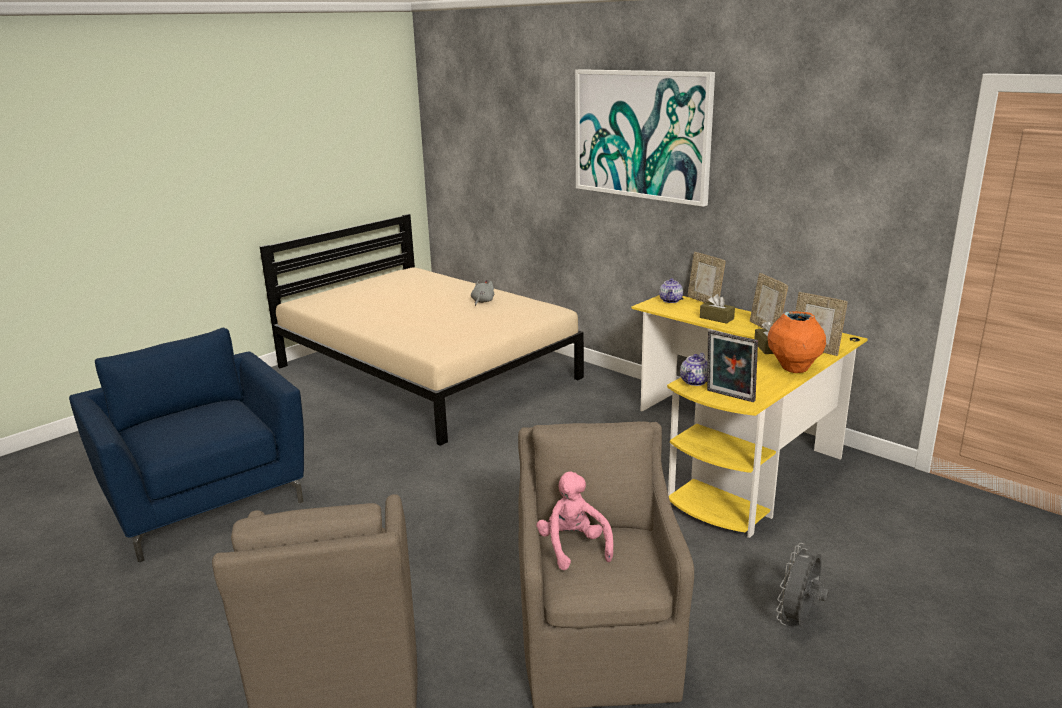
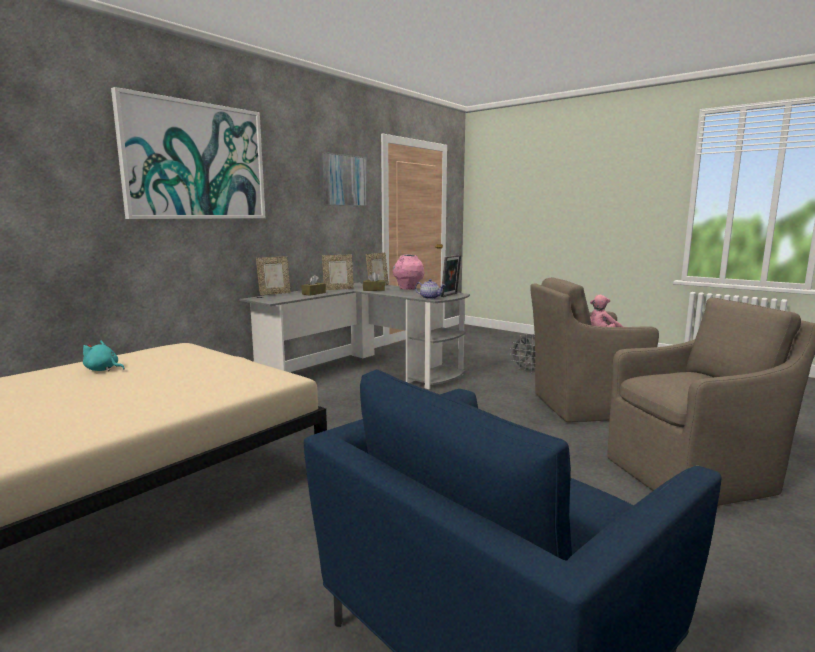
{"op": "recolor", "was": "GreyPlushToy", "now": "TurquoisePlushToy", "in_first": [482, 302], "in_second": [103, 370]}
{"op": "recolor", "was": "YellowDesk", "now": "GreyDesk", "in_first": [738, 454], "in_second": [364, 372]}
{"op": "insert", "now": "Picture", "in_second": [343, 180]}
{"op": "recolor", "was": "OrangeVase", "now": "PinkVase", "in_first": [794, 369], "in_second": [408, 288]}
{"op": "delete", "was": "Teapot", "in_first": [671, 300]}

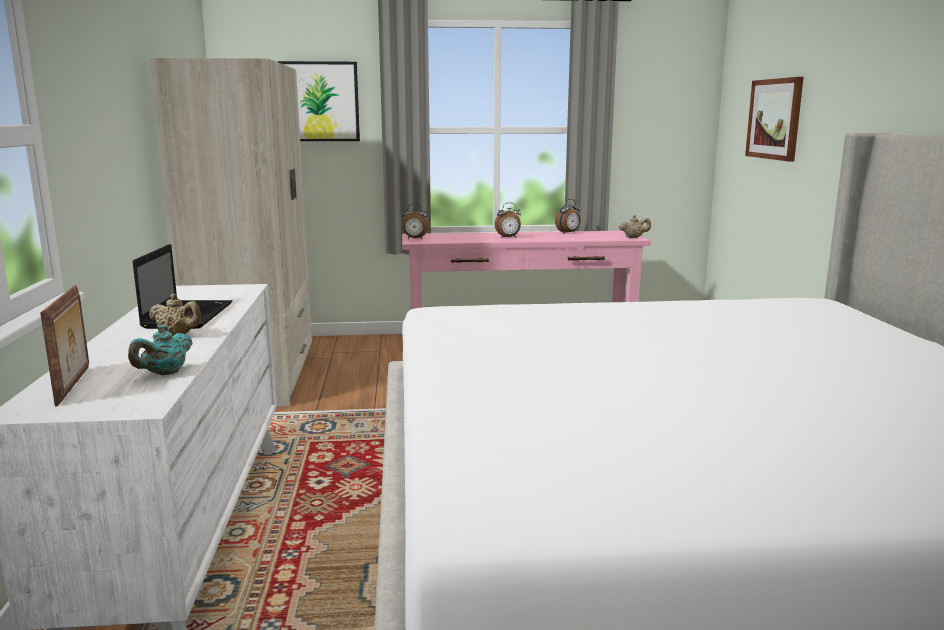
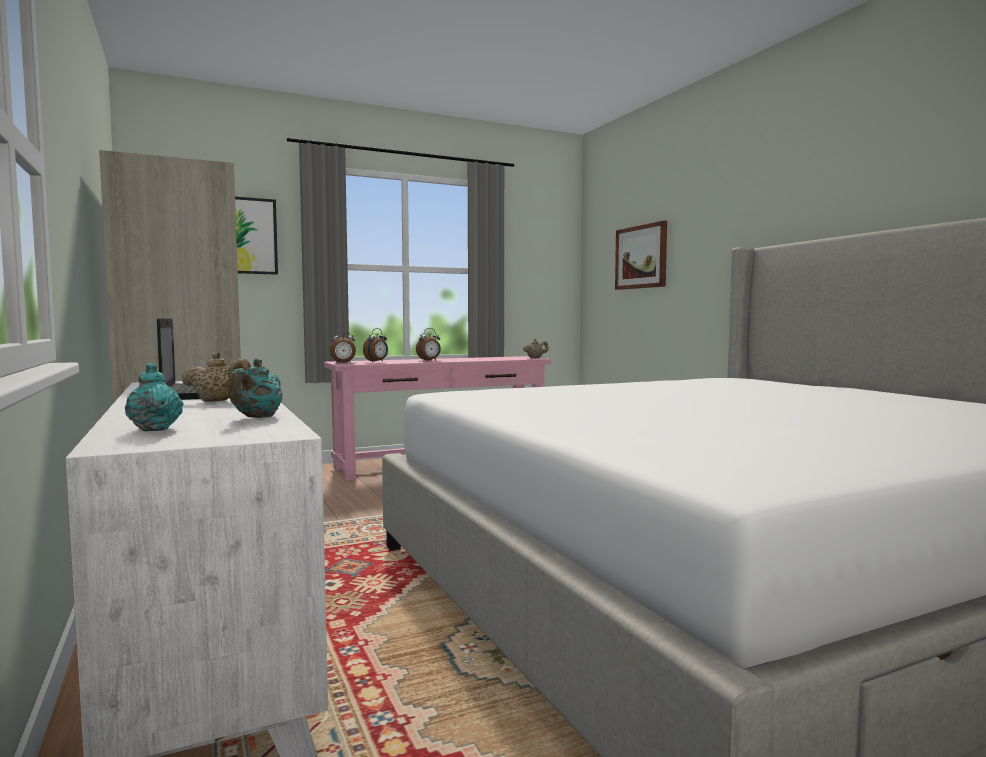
{"op": "replace", "was": "PictureFrame", "now": "TurquoiseTeapot", "in_first": [75, 385], "in_second": [155, 429]}
{"op": "move", "was": "AlarmClock", "in_first": [568, 233], "in_second": [376, 361]}

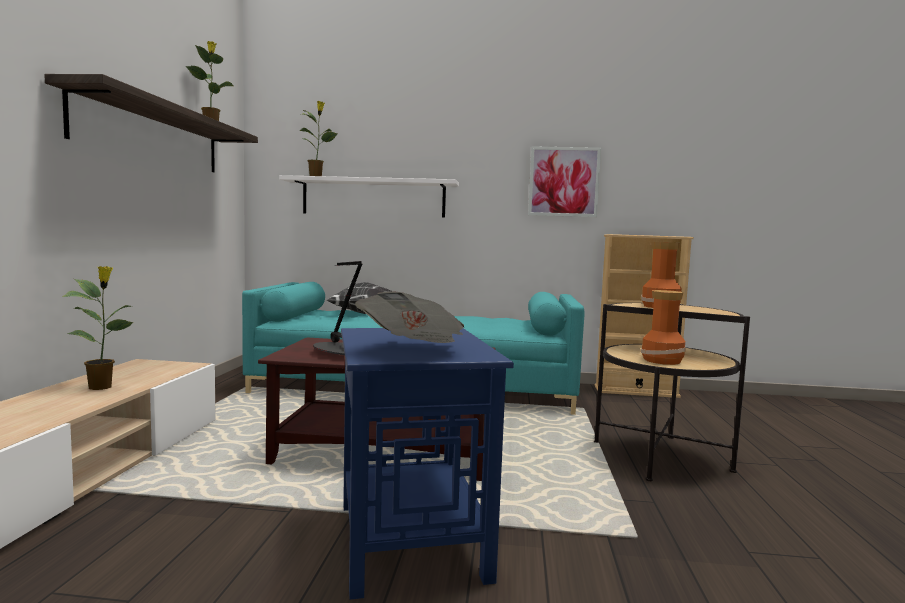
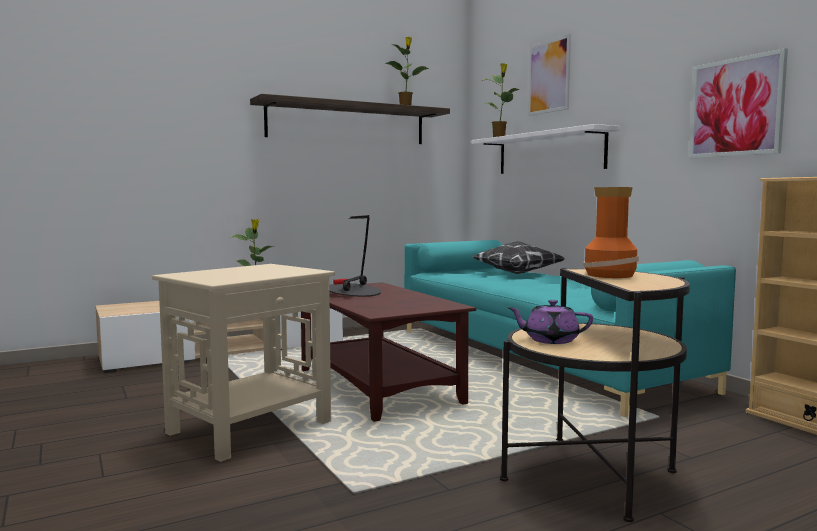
{"op": "recolor", "was": "BlueSideTable", "now": "BeigeSideTable", "in_first": [410, 539], "in_second": [251, 427]}
{"op": "replace", "was": "Vase", "now": "PurpleTeapot", "in_first": [663, 361], "in_second": [550, 340]}
{"op": "insert", "now": "Picture", "in_second": [549, 76]}
{"op": "delete", "was": "Newspaper", "in_first": [413, 350]}

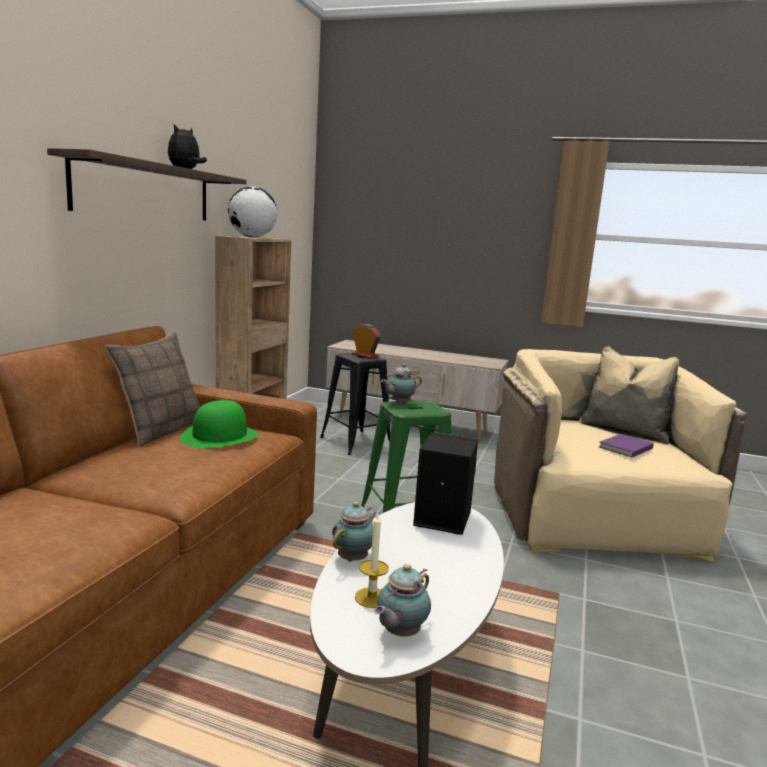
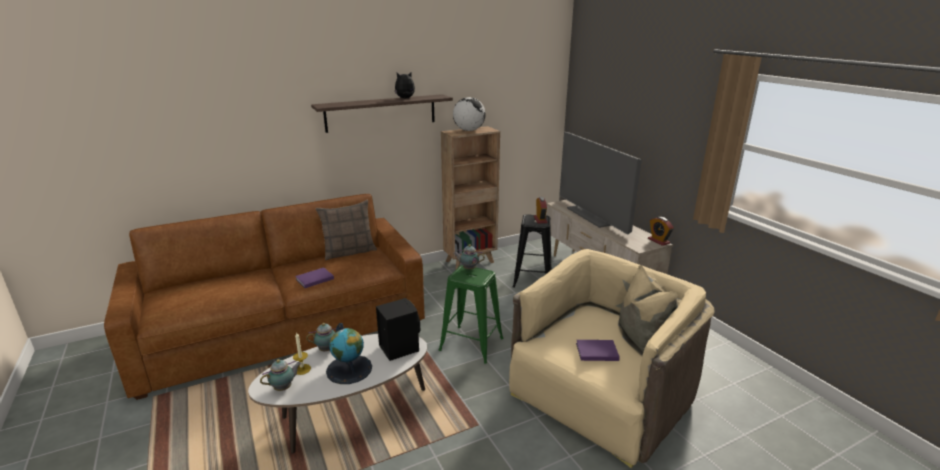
{"op": "rotate", "was": "Teapot", "in_first": [399, 633], "in_second": [284, 388], "clockwise": 150}
{"op": "insert", "now": "PurpleBook", "in_second": [313, 279]}
{"op": "insert", "now": "Globe", "in_second": [349, 369]}
{"op": "insert", "now": "Television", "in_second": [594, 215]}
{"op": "insert", "now": "AlarmClock", "in_second": [658, 241]}
{"op": "delete", "was": "GreenHat", "in_first": [219, 436]}

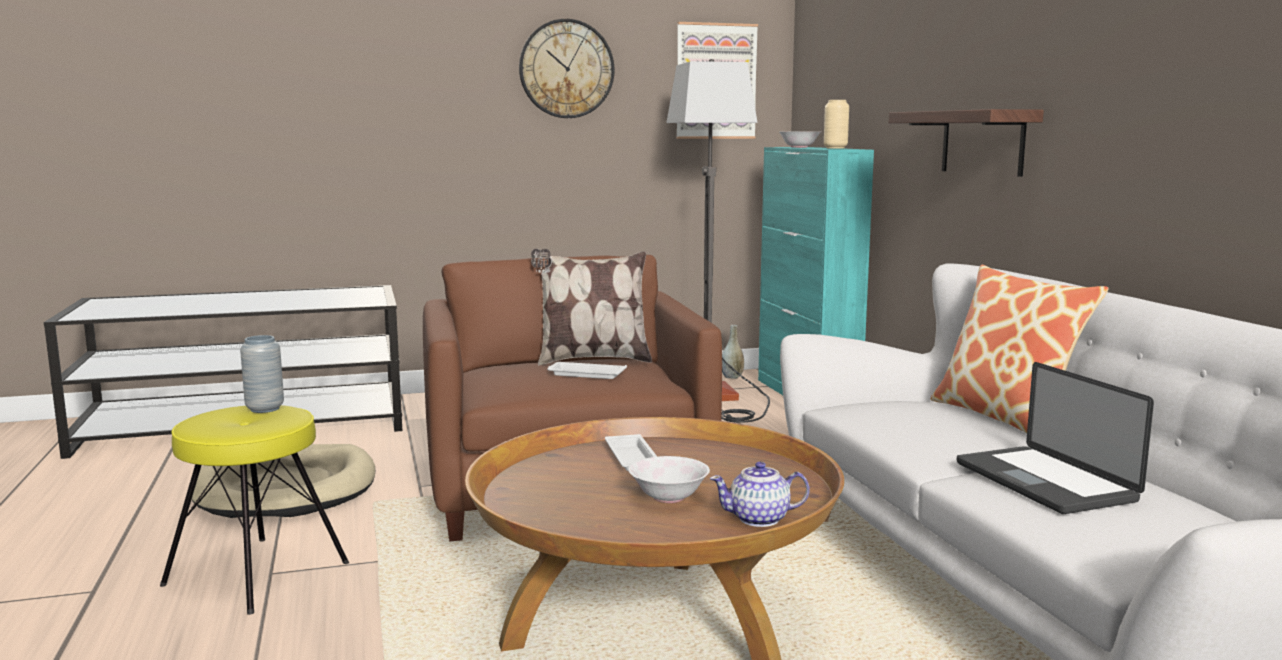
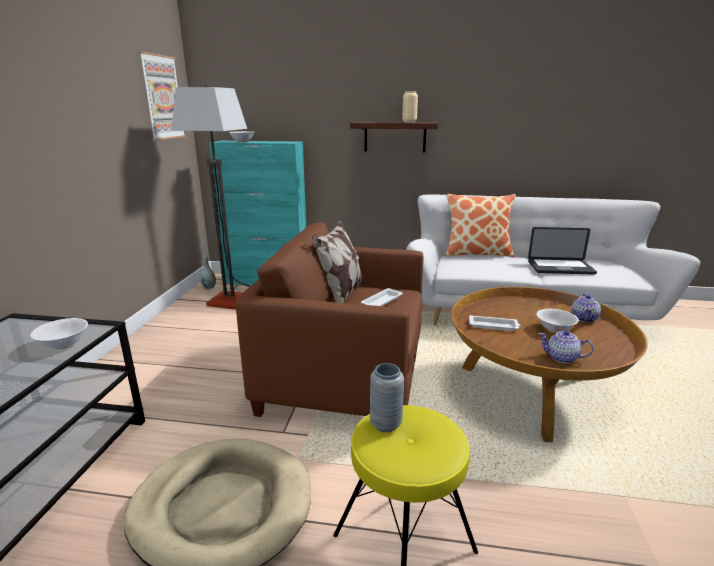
{"op": "insert", "now": "WhiteBowl", "in_second": [63, 344]}
{"op": "move", "was": "BeigeVase", "in_first": [835, 148], "in_second": [409, 122]}
{"op": "insert", "now": "Teapot", "in_second": [562, 358]}
{"op": "delete", "was": "WallClock", "in_first": [566, 69]}

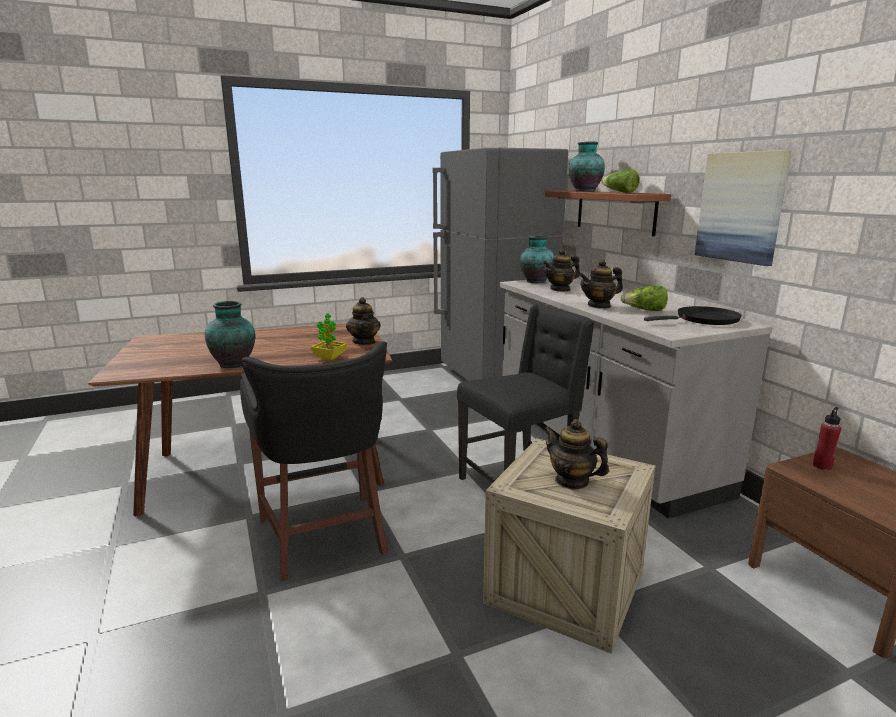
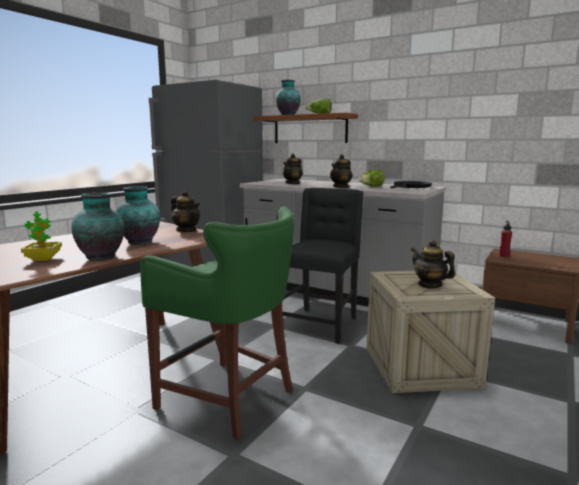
{"op": "move", "was": "PottedPlant", "in_first": [329, 357], "in_second": [43, 259]}
{"op": "move", "was": "Vase", "in_first": [535, 282], "in_second": [139, 242]}
{"op": "recolor", "was": "BlackStool", "now": "GreenStool", "in_first": [325, 537], "in_second": [230, 399]}
{"op": "rotate", "was": "Teapot", "in_first": [572, 481], "in_second": [430, 285], "clockwise": 45}
{"op": "delete", "was": "Picture", "in_first": [741, 207]}

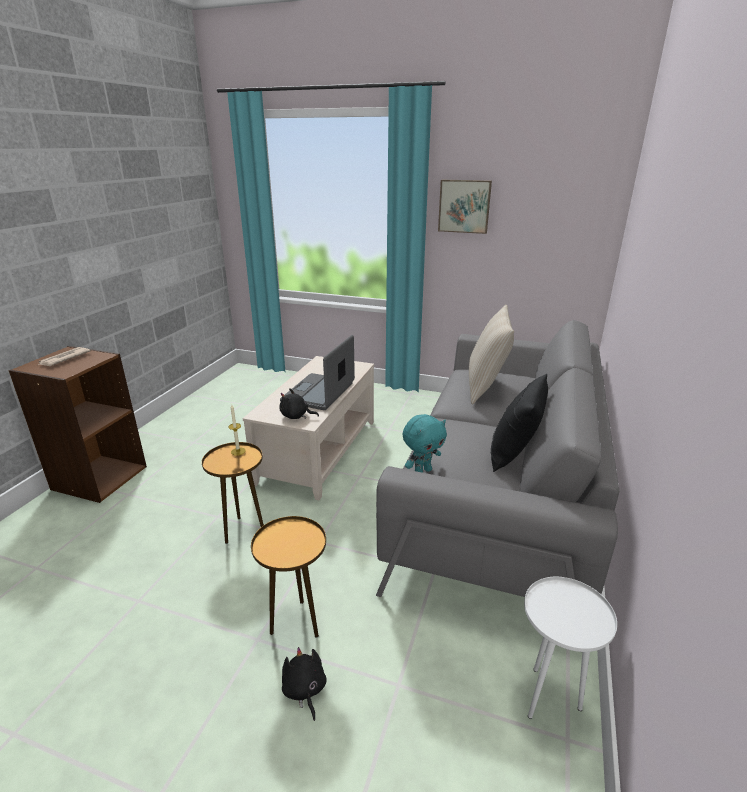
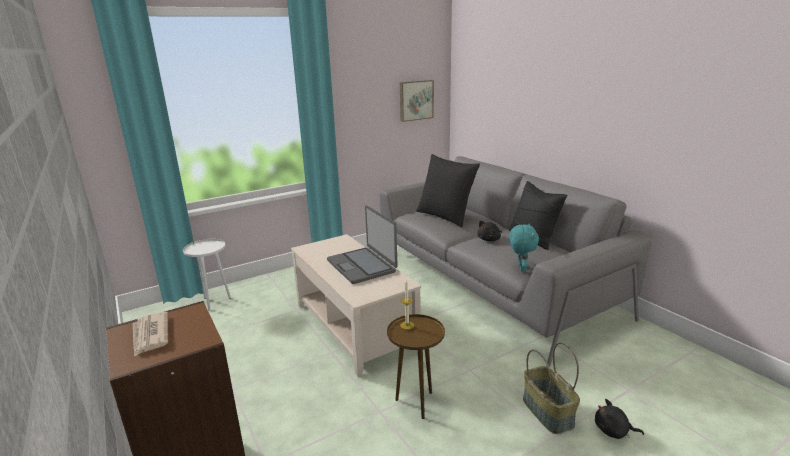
{"op": "move", "was": "WhiteSideTable", "in_first": [548, 697], "in_second": [214, 302]}
{"op": "move", "was": "Picture", "in_first": [464, 206], "in_second": [415, 100]}
{"op": "recolor", "was": "BeigePillow", "now": "BlackPillow", "in_first": [485, 387], "in_second": [445, 216]}
{"op": "move", "was": "BlackPlushToy", "in_first": [296, 416], "in_second": [490, 239]}
{"op": "replace", "was": "BrownSideTable", "now": "Basket", "in_first": [296, 623], "in_second": [548, 412]}

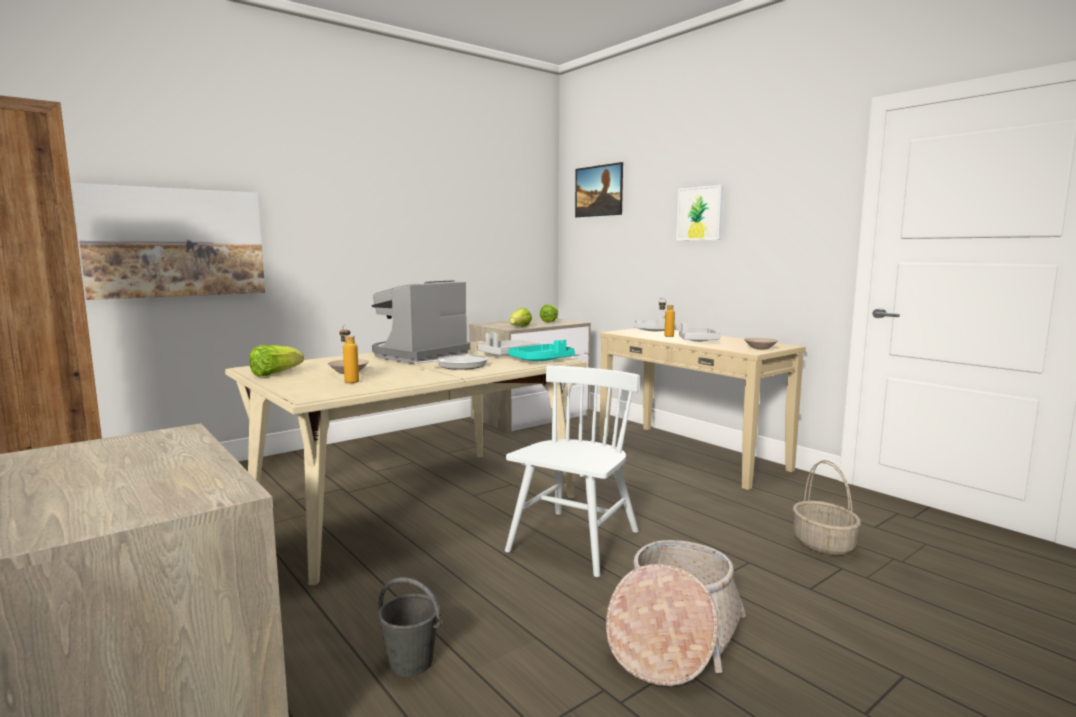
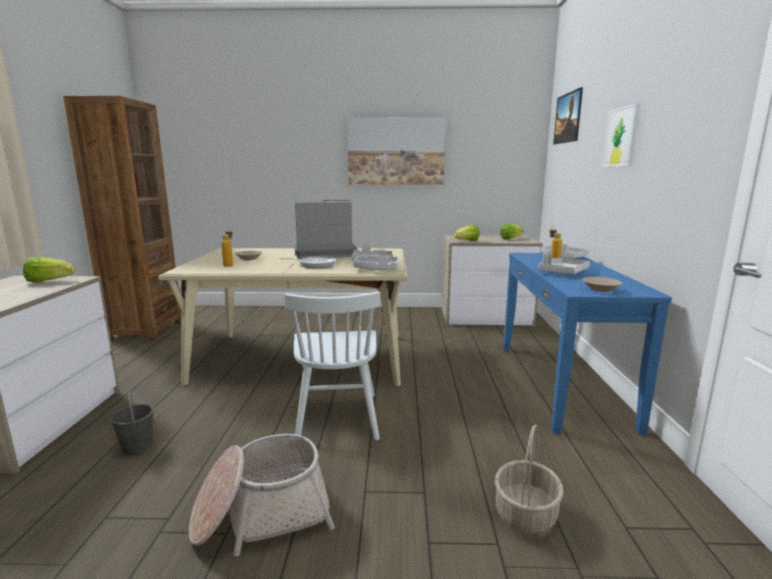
{"op": "move", "was": "Lettuce", "in_first": [275, 374], "in_second": [49, 281]}
{"op": "rotate", "was": "WhiteChair", "in_first": [574, 542], "in_second": [337, 417], "clockwise": 105}
{"op": "move", "was": "Picture", "in_first": [176, 242], "in_second": [396, 151]}
{"op": "recolor", "was": "TurquoiseTray", "now": "GreyTray", "in_first": [542, 360], "in_second": [376, 269]}
{"op": "recolor", "was": "BeigeConsoleTable", "now": "BlueConsoleTable", "in_first": [690, 454], "in_second": [561, 383]}

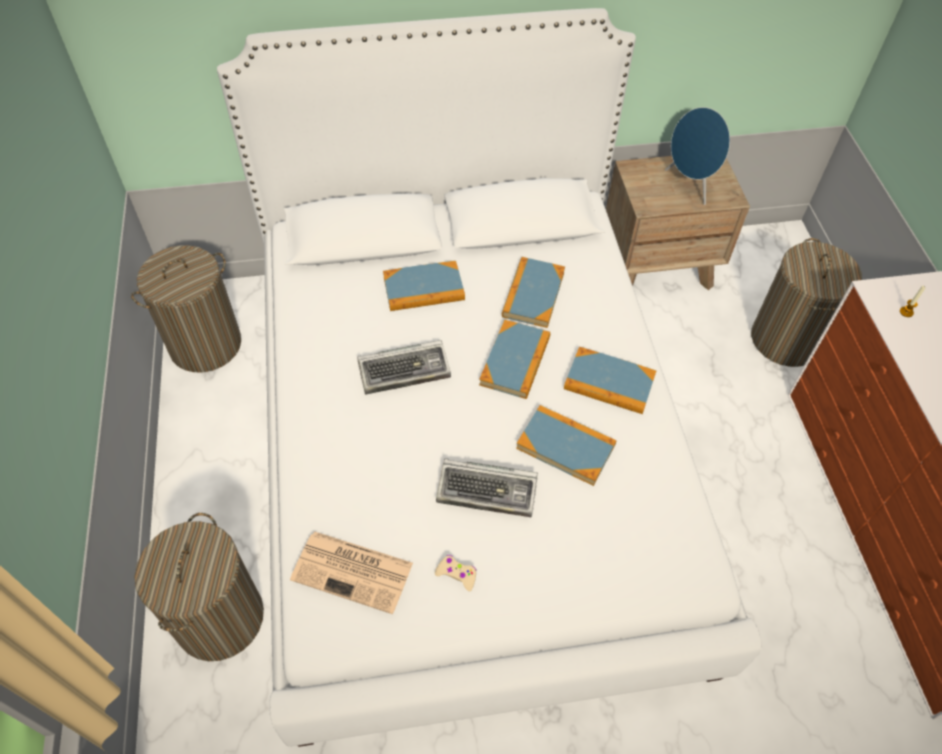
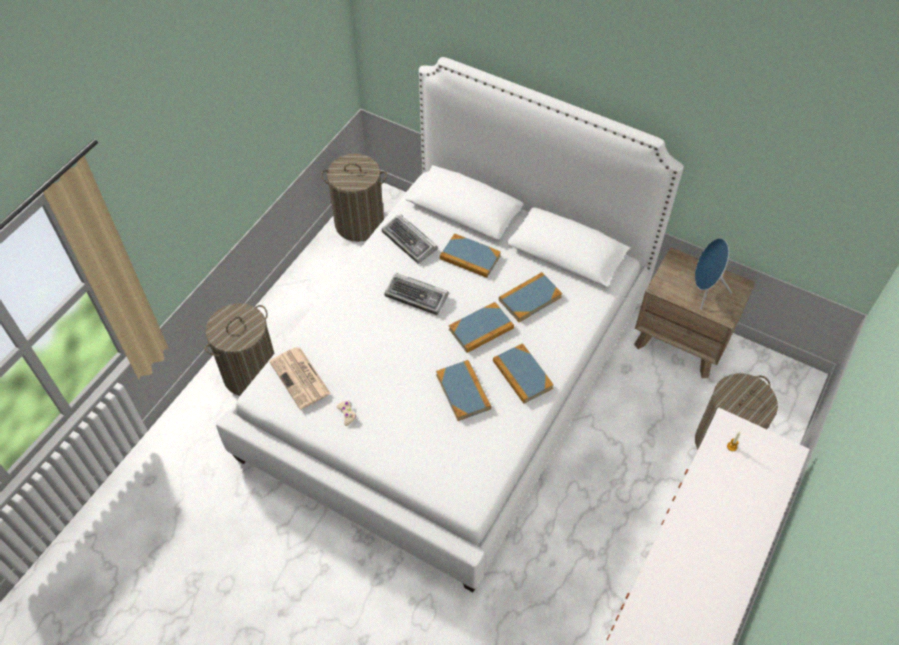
{"op": "move", "was": "Keyboard", "in_first": [488, 491], "in_second": [410, 242]}

